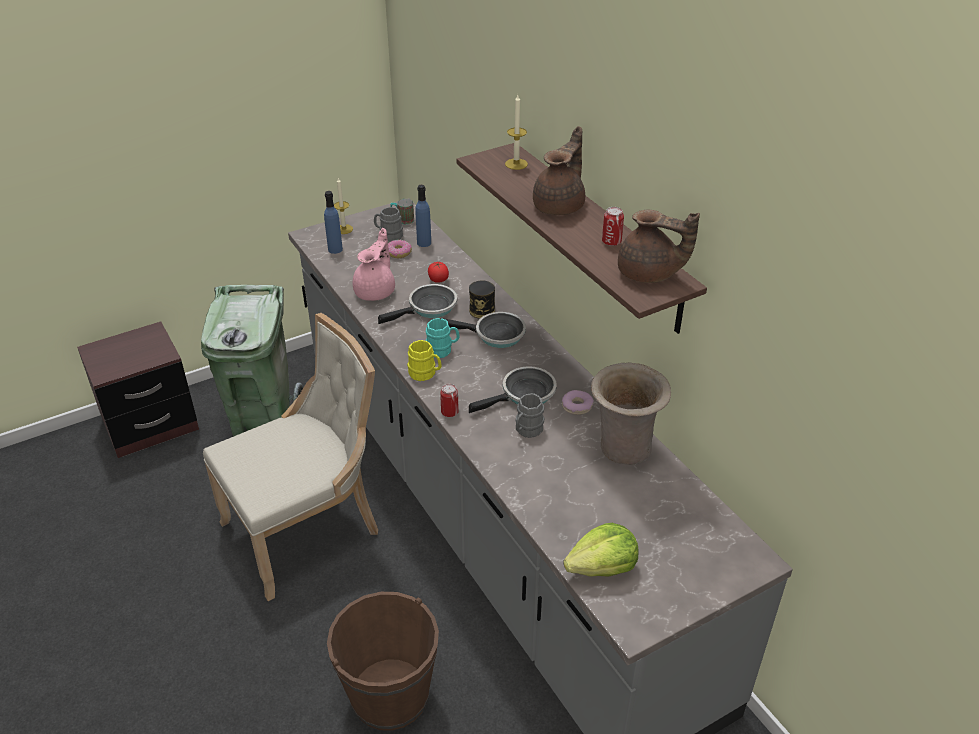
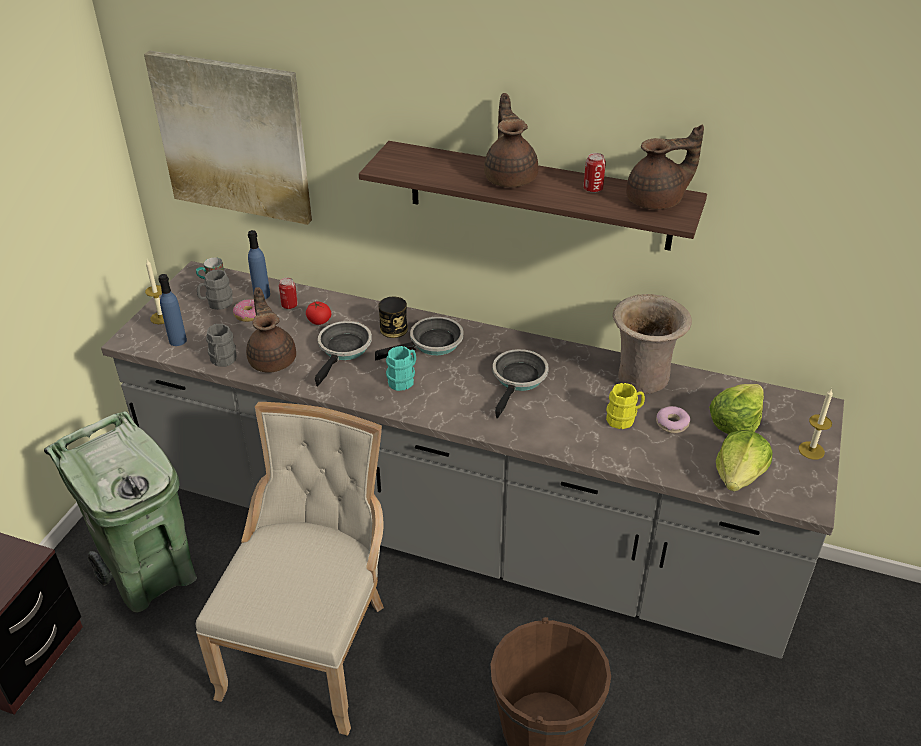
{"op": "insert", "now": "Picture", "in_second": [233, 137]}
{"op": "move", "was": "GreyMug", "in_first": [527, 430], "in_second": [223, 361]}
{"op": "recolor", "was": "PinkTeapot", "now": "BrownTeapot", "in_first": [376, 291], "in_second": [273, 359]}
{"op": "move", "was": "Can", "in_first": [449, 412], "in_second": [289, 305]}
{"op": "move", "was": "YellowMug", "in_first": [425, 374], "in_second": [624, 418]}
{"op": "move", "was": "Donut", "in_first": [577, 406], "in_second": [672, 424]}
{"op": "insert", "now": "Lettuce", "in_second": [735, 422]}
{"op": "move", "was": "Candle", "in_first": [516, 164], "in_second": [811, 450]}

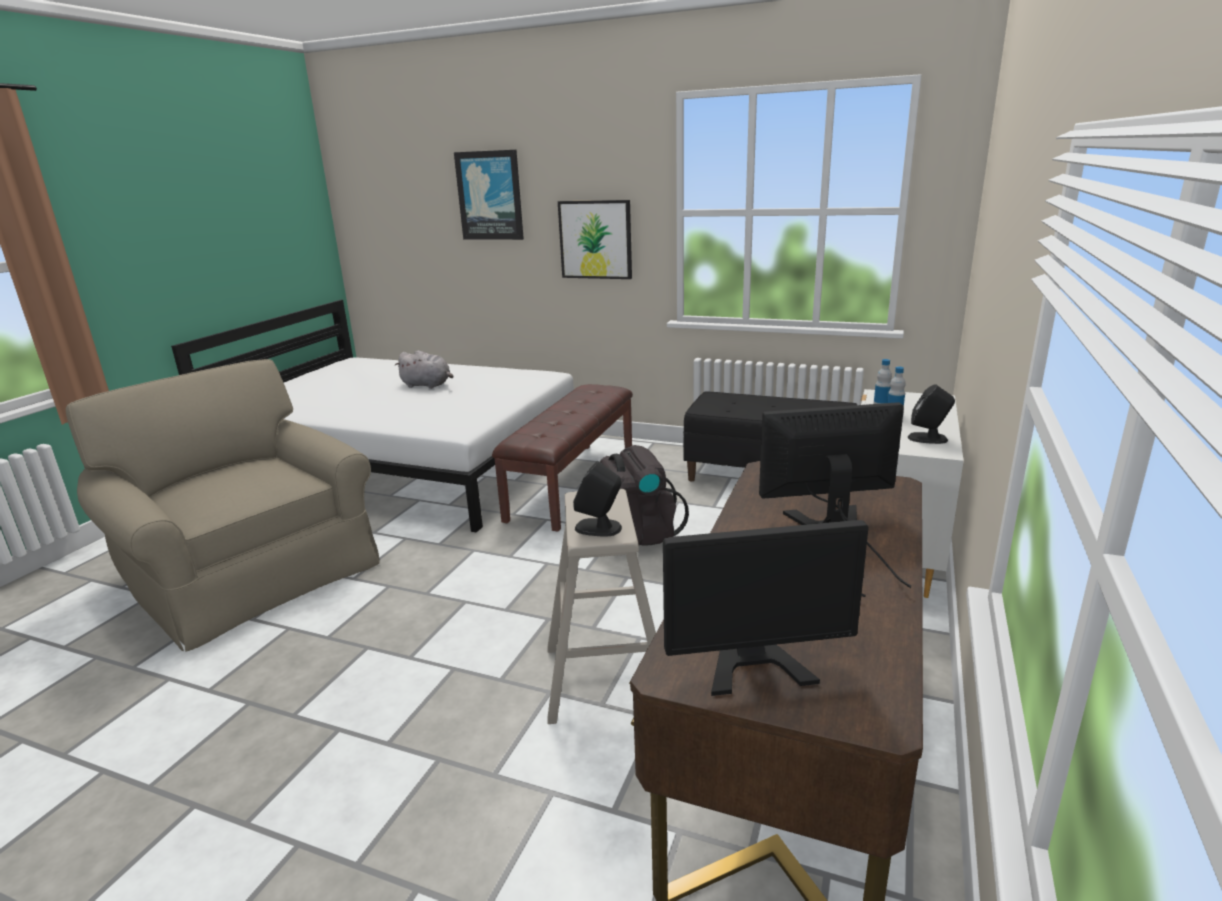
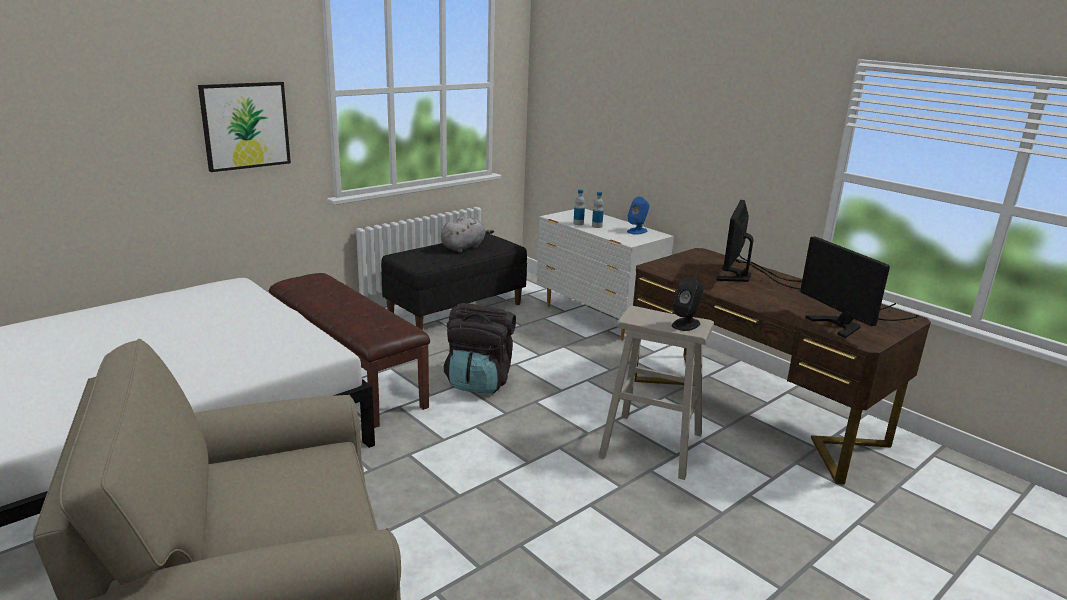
{"op": "move", "was": "GreyPlushToy", "in_first": [428, 385], "in_second": [464, 247]}
{"op": "recolor", "was": "BlackSpeaker", "now": "BlueSpeaker", "in_first": [928, 438], "in_second": [637, 231]}
{"op": "rotate", "was": "Monitor", "in_first": [747, 647], "in_second": [849, 323], "clockwise": 135}
{"op": "delete", "was": "Picture", "in_first": [490, 196]}

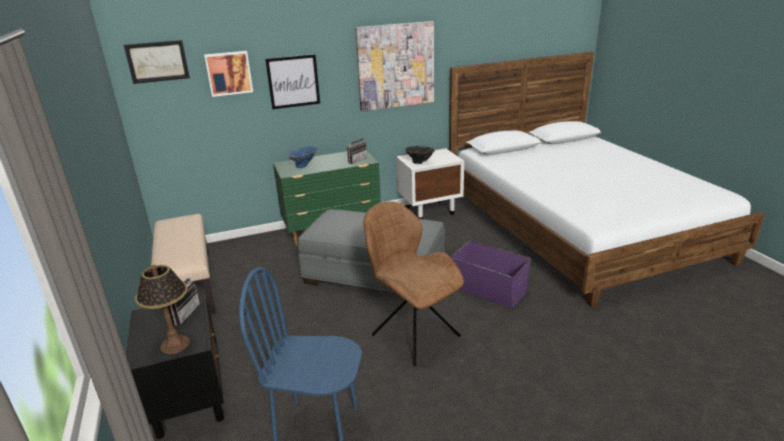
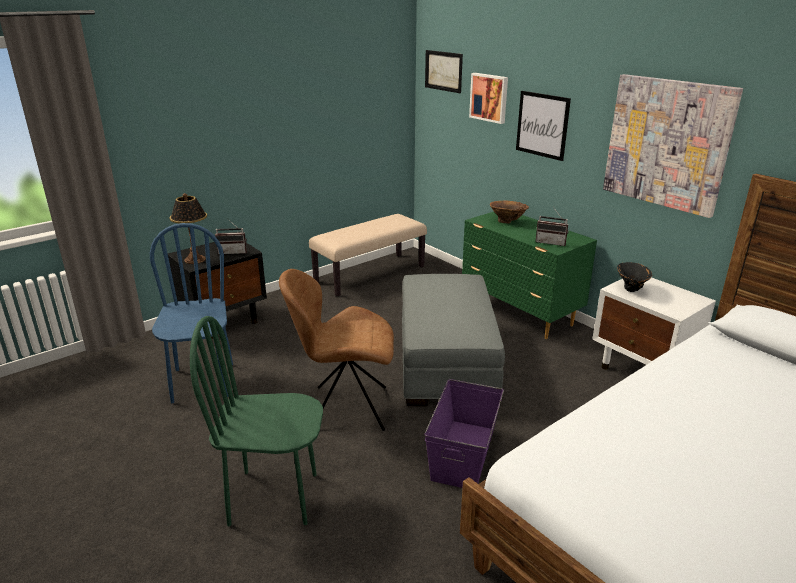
{"op": "insert", "now": "GreenChair", "in_second": [274, 497]}
{"op": "rotate", "was": "BrownChair", "in_first": [413, 334], "in_second": [345, 408], "clockwise": -120}
{"op": "recolor", "was": "BlueVase", "now": "BrownVase", "in_first": [304, 166], "in_second": [507, 222]}

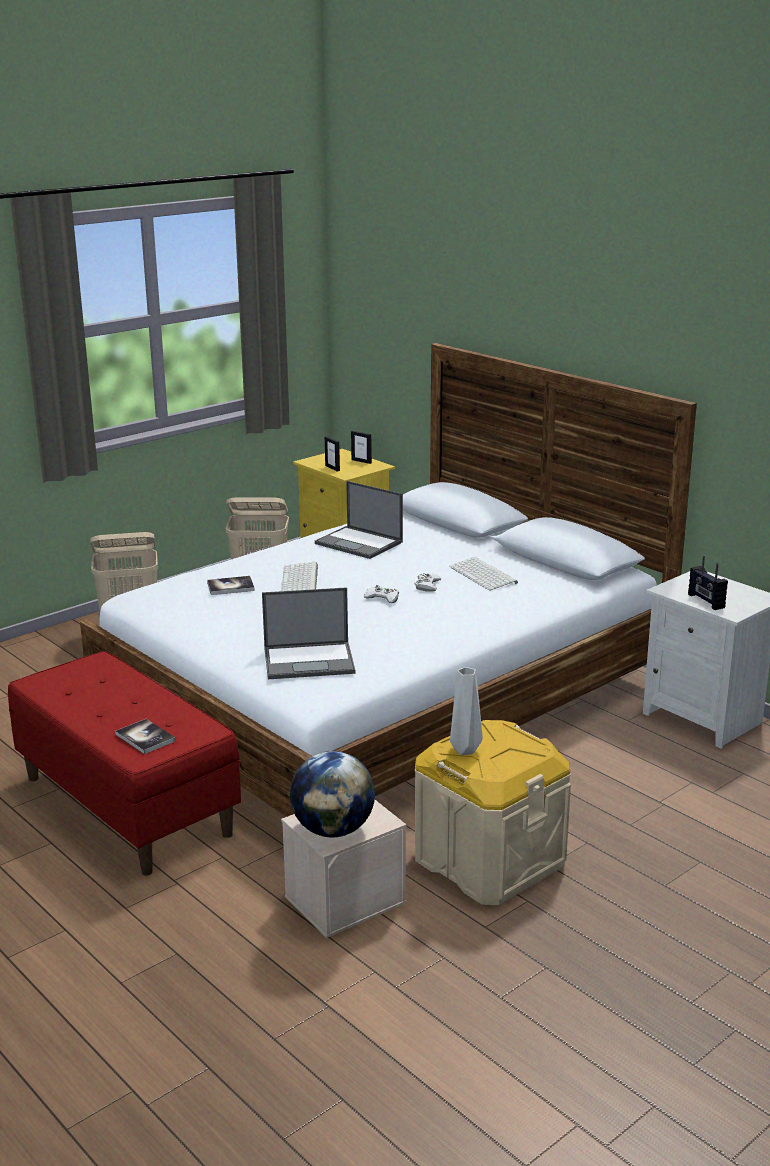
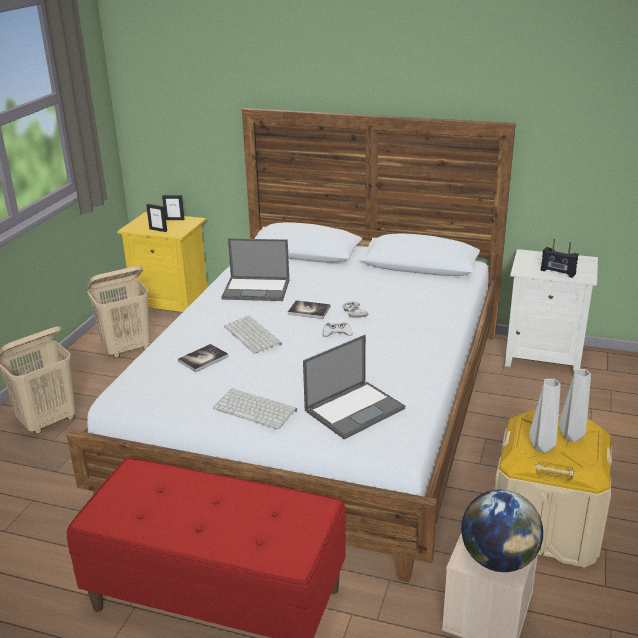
{"op": "move", "was": "Keyboard", "in_first": [484, 575], "in_second": [256, 409]}
{"op": "move", "was": "Book", "in_first": [145, 738], "in_second": [309, 310]}
{"op": "insert", "now": "GreyVase", "in_second": [571, 436]}

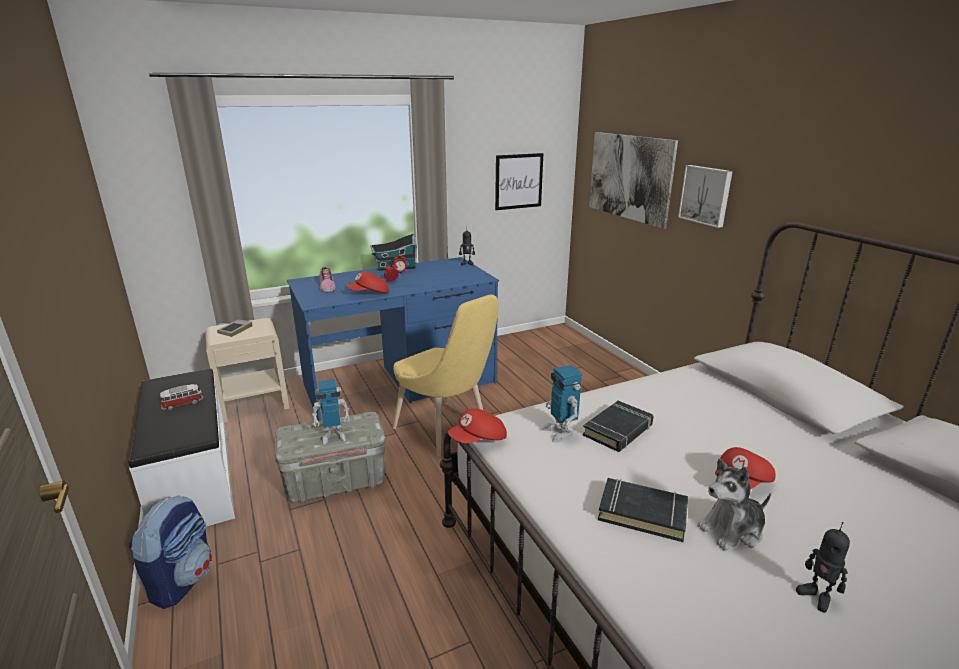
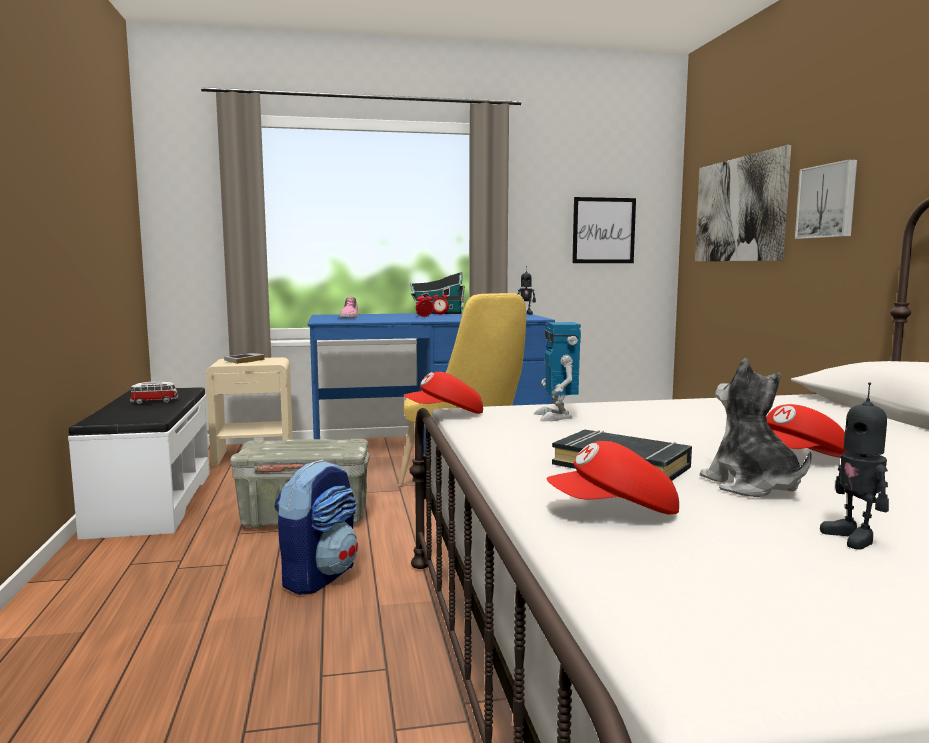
{"op": "move", "was": "Backpack", "in_first": [182, 580], "in_second": [319, 576]}
{"op": "move", "was": "RedCap", "in_first": [369, 293], "in_second": [615, 512]}
{"op": "rotate", "was": "PlushToy", "in_first": [732, 530], "in_second": [751, 486], "clockwise": 75}
{"op": "delete", "was": "ToyRobot", "in_first": [333, 436]}
{"op": "delete", "was": "BlackBook", "in_first": [618, 430]}

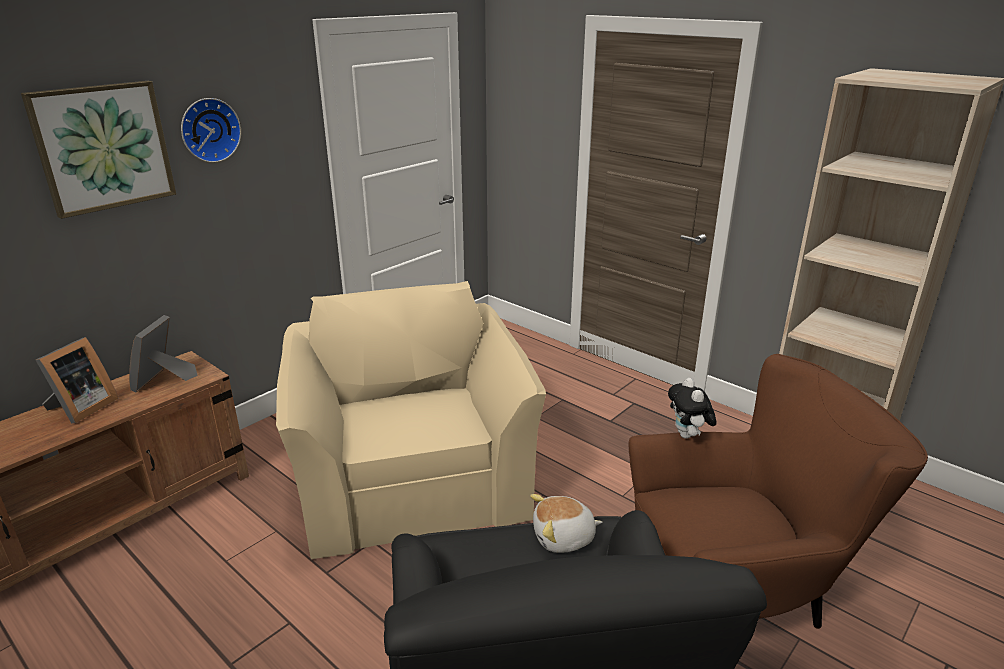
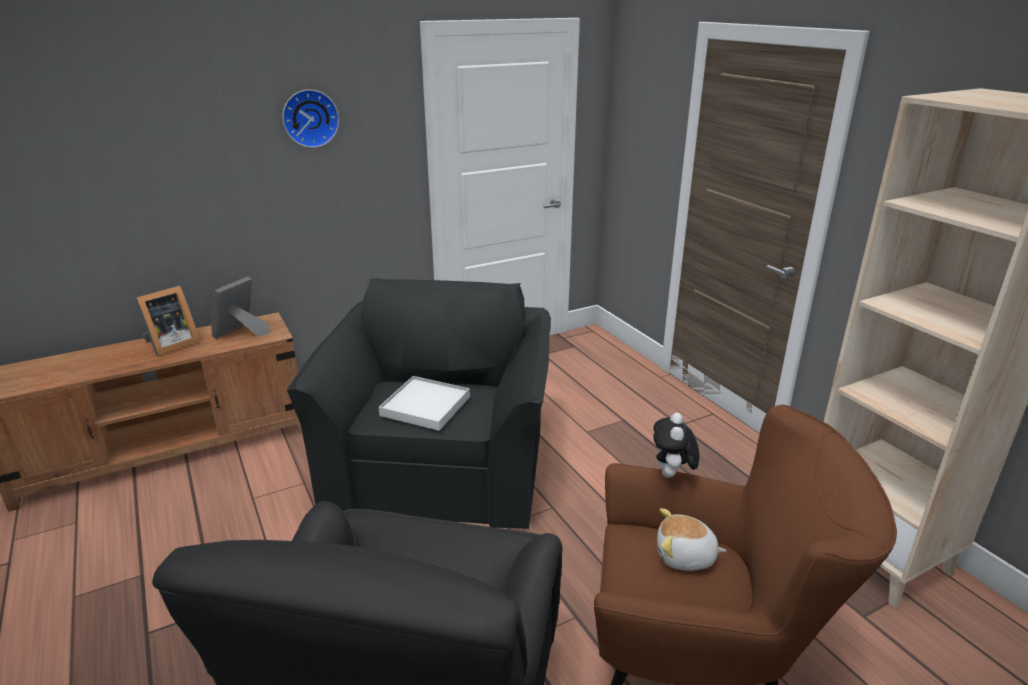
{"op": "recolor", "was": "BeigeArmchair", "now": "BlackArmchair", "in_first": [411, 475], "in_second": [441, 461]}
{"op": "insert", "now": "WhiteTray", "in_second": [426, 406]}
{"op": "move", "was": "PlushToy", "in_first": [563, 538], "in_second": [685, 557]}
{"op": "delete", "was": "Picture", "in_first": [103, 147]}

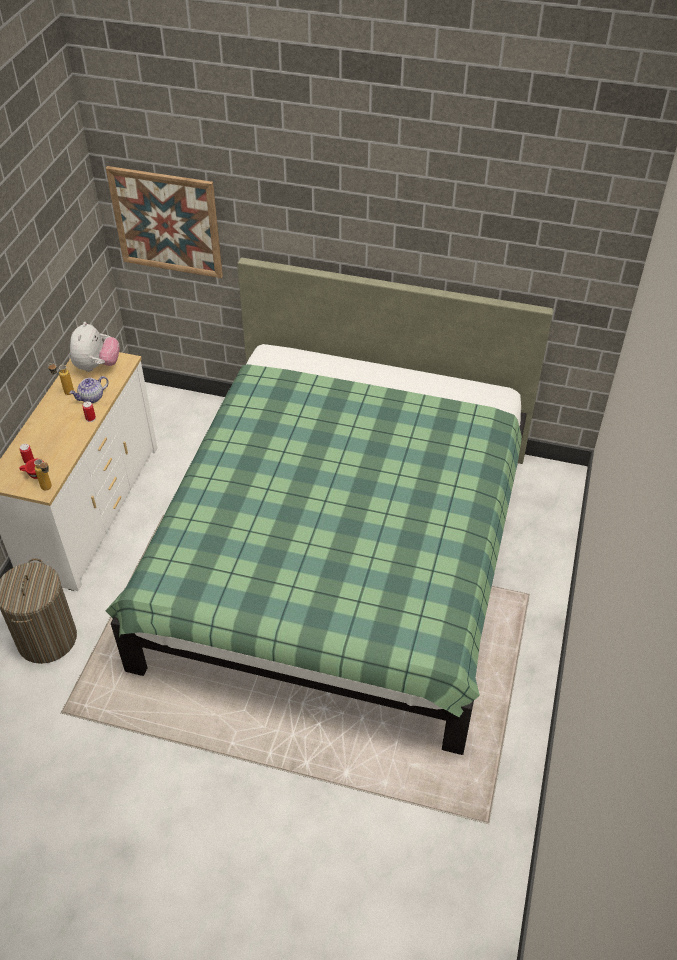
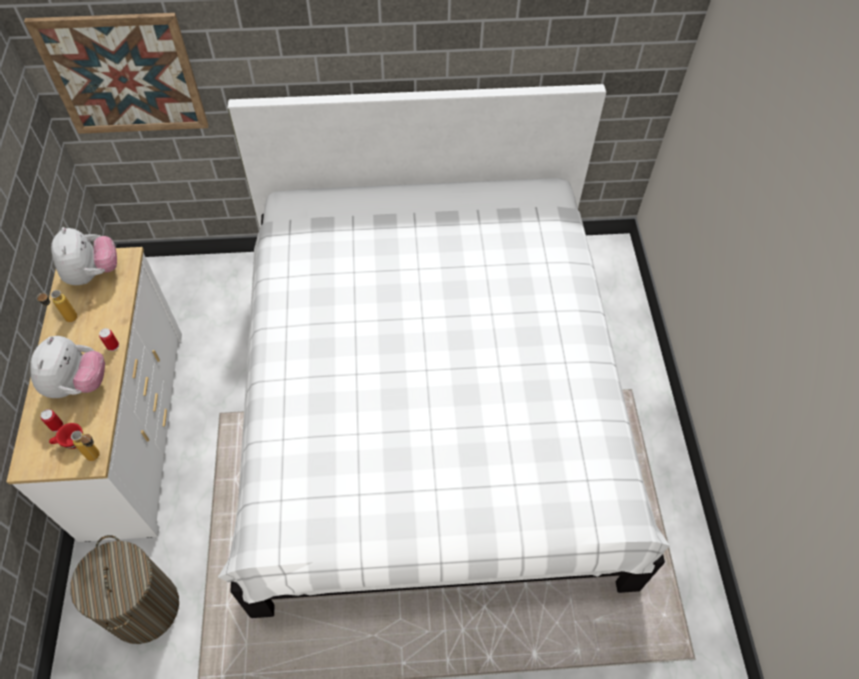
{"op": "insert", "now": "PlushToy", "in_second": [78, 384]}
{"op": "recolor", "was": "GreenBed", "now": "WhiteBed", "in_first": [340, 556], "in_second": [429, 405]}
{"op": "delete", "was": "Teapot", "in_first": [91, 398]}

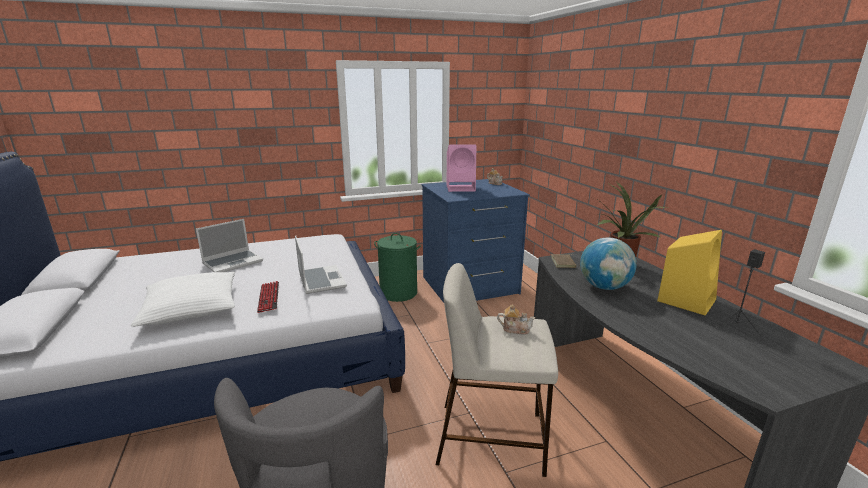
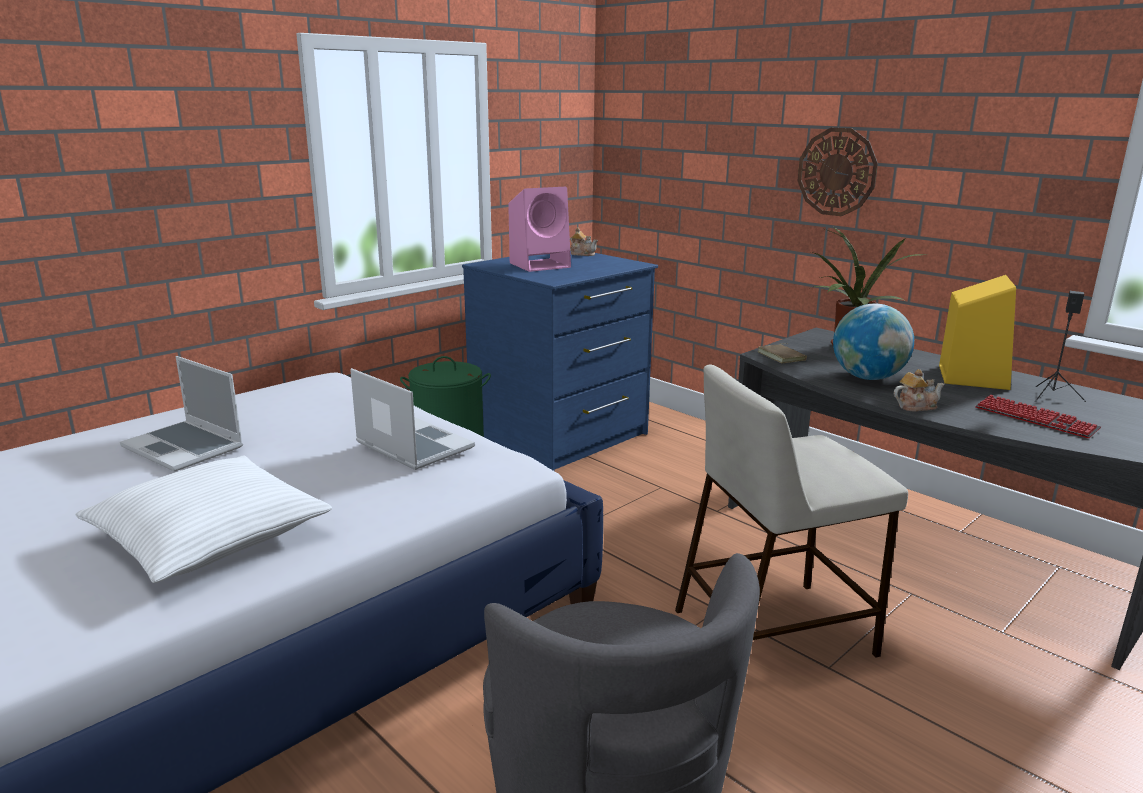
{"op": "rotate", "was": "Laptop", "in_first": [233, 262], "in_second": [185, 447], "clockwise": 105}
{"op": "insert", "now": "WallClock", "in_second": [837, 172]}
{"op": "move", "was": "Teapot", "in_first": [515, 329], "in_second": [915, 406]}
{"op": "move", "was": "Keyboard", "in_first": [268, 297], "in_second": [1035, 419]}

